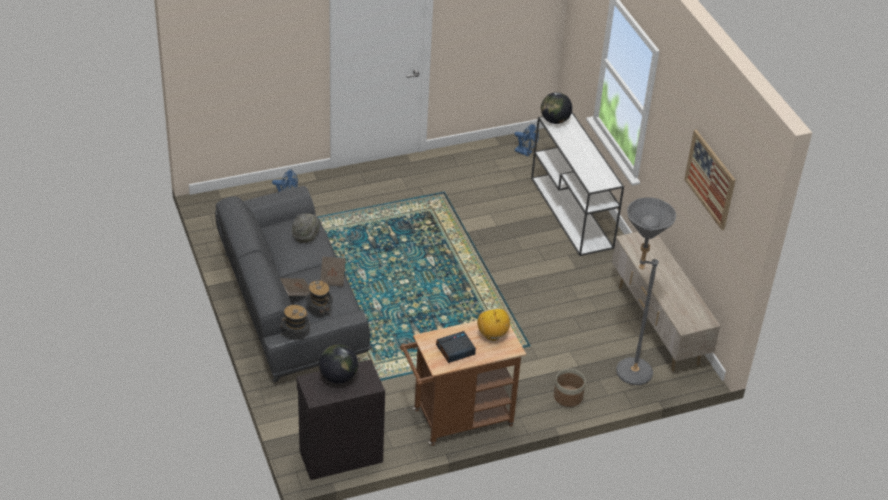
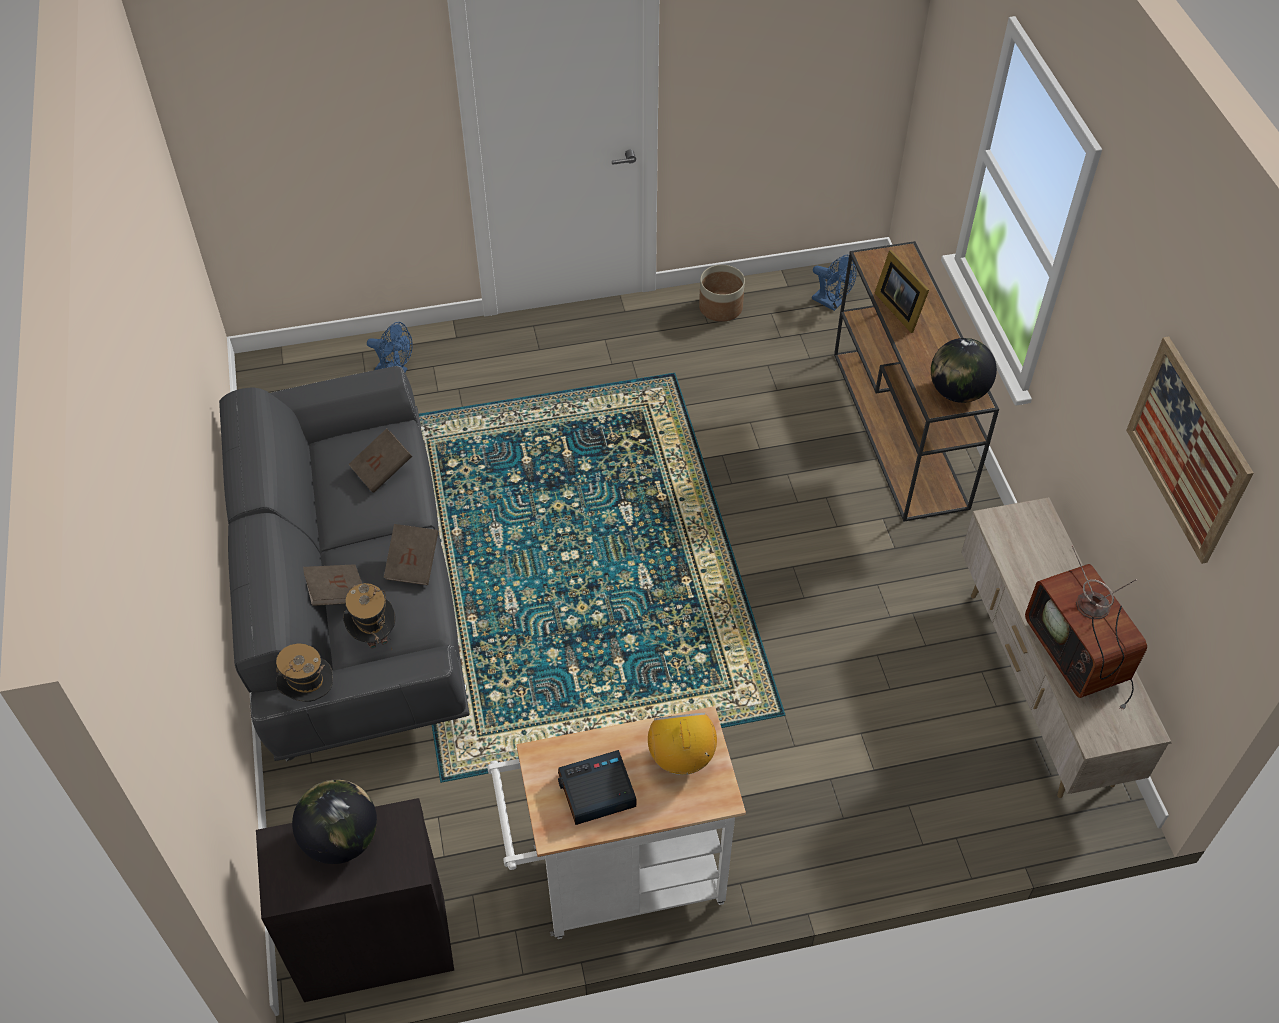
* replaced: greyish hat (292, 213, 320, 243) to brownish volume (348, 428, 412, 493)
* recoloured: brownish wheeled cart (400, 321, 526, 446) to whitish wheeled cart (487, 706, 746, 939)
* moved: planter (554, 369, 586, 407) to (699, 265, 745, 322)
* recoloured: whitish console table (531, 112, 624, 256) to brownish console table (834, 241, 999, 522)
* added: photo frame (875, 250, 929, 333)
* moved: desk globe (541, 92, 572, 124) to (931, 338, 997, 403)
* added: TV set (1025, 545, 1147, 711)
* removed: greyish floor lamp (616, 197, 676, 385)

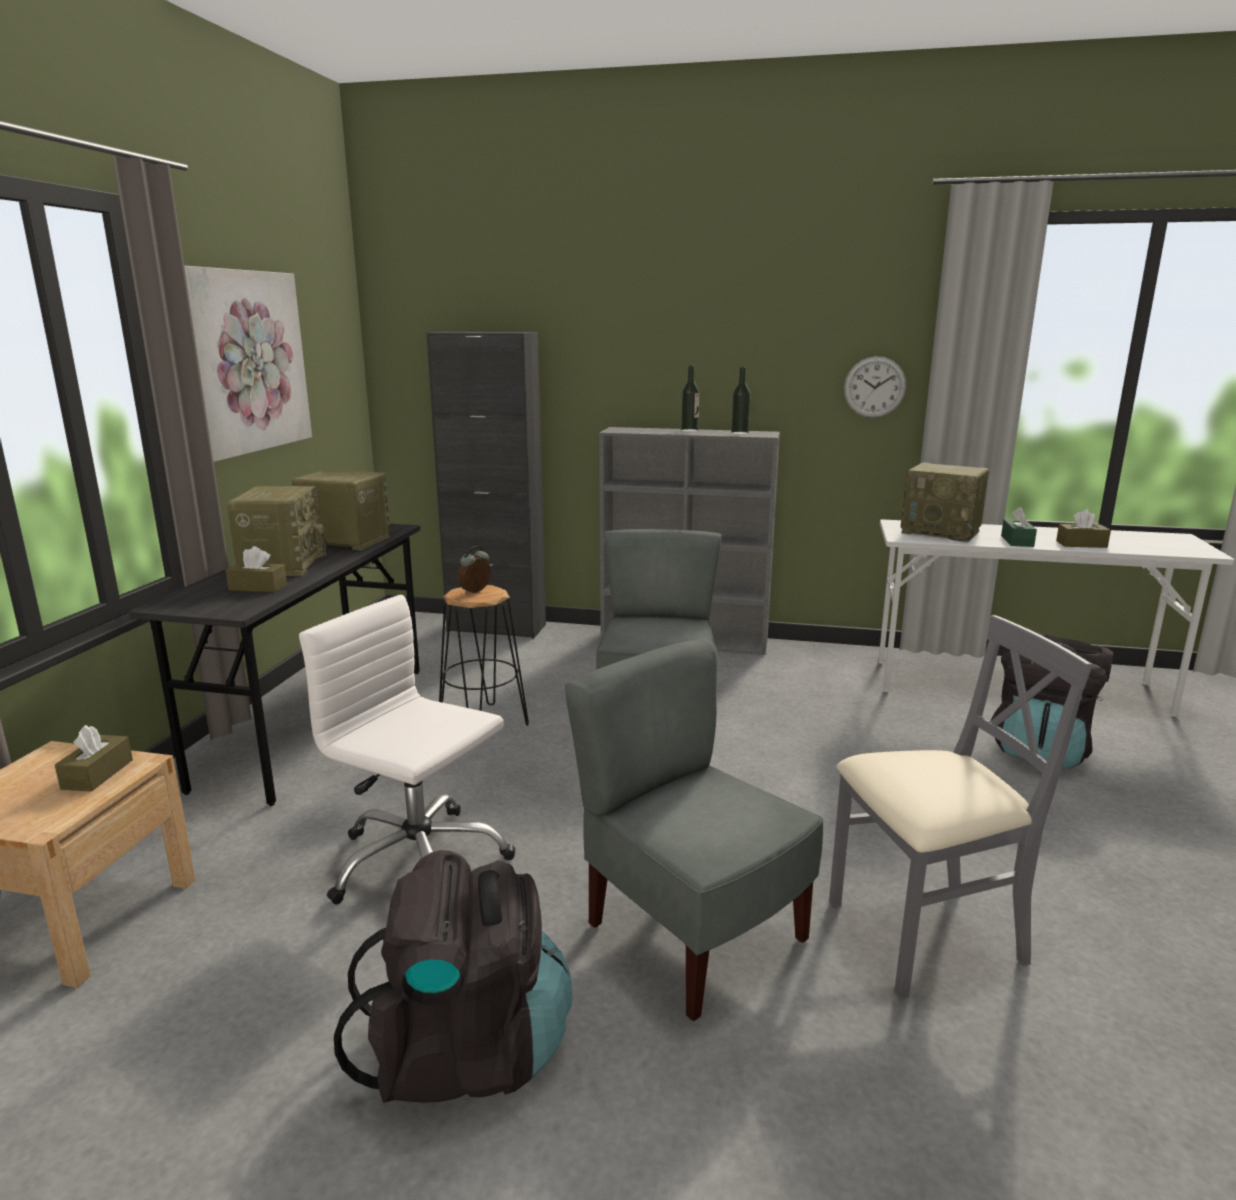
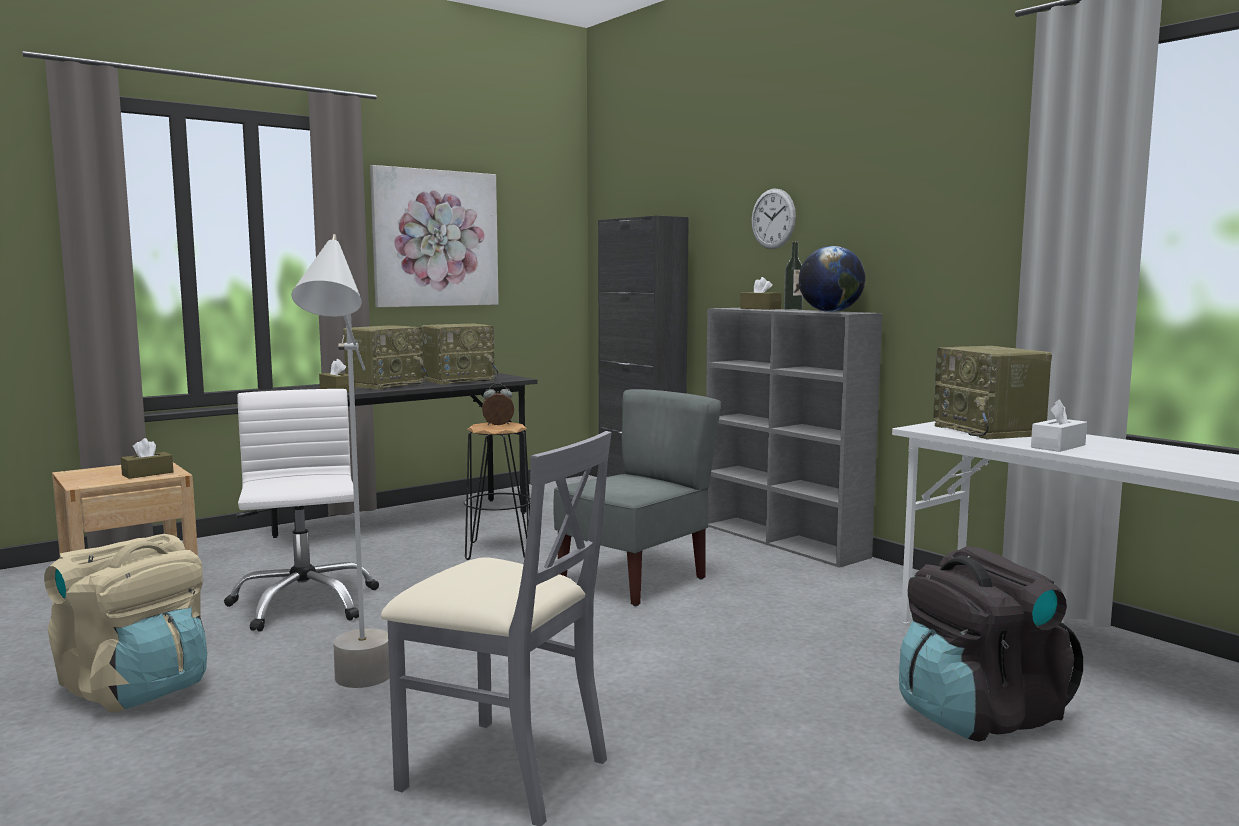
* recoloured: blackish backpack (334, 850, 572, 1103) to sand-coloured backpack (44, 534, 207, 713)
* replaced: greyish chair (565, 639, 823, 1021) to greyish floor lamp (292, 234, 390, 688)
* turned: radio set (292, 470, 390, 550) = (422, 324, 498, 385) 90 degrees clockwise
* moved: brownish box of tissues (1056, 509, 1111, 548) to (740, 277, 781, 310)
* moved: wall clock (844, 356, 906, 418) to (751, 189, 796, 249)
* replaced: beverage bottle (731, 367, 750, 435) to desk globe (799, 246, 865, 312)
* recoloured: green-coloured box of tissues (1001, 507, 1037, 547) to whitish box of tissues (1031, 399, 1087, 452)

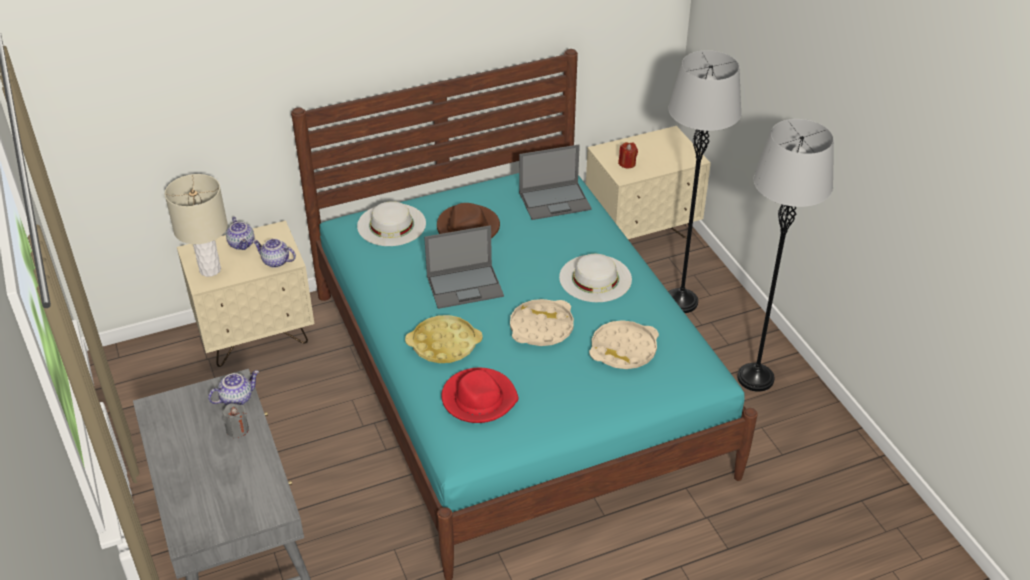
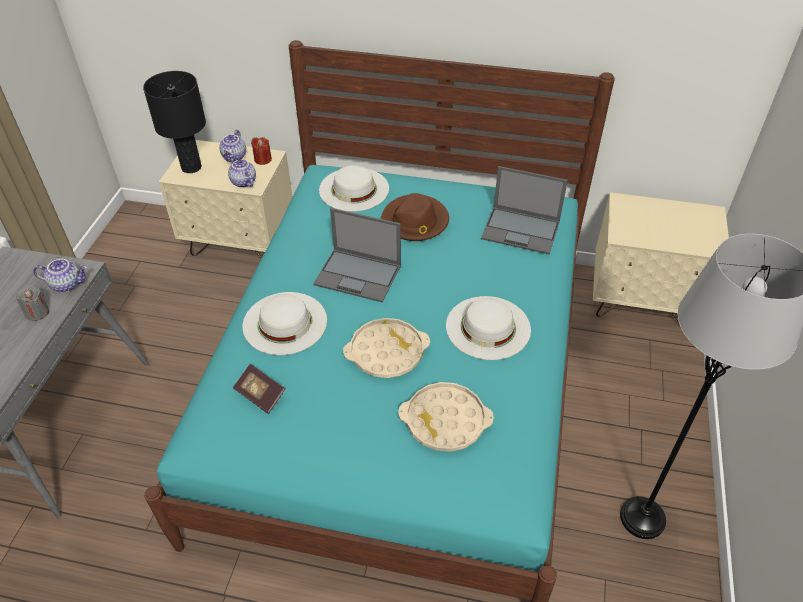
* recoloured: sand-coloured table lamp (165, 174, 228, 277) to blackish table lamp (143, 71, 206, 173)
* replaced: red-coloured hat (441, 368, 519, 423) to volume (233, 364, 285, 414)
* replaced: yellow tray (405, 315, 483, 363) to whitish hat (243, 292, 327, 355)
* moved: red-coloured wax candle (618, 142, 638, 168) to (251, 137, 272, 165)
* removed: greyish floor lamp (668, 50, 741, 313)

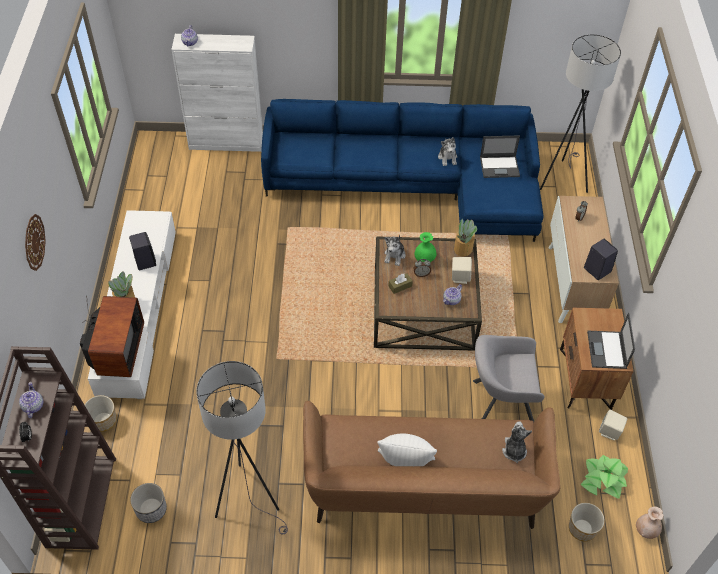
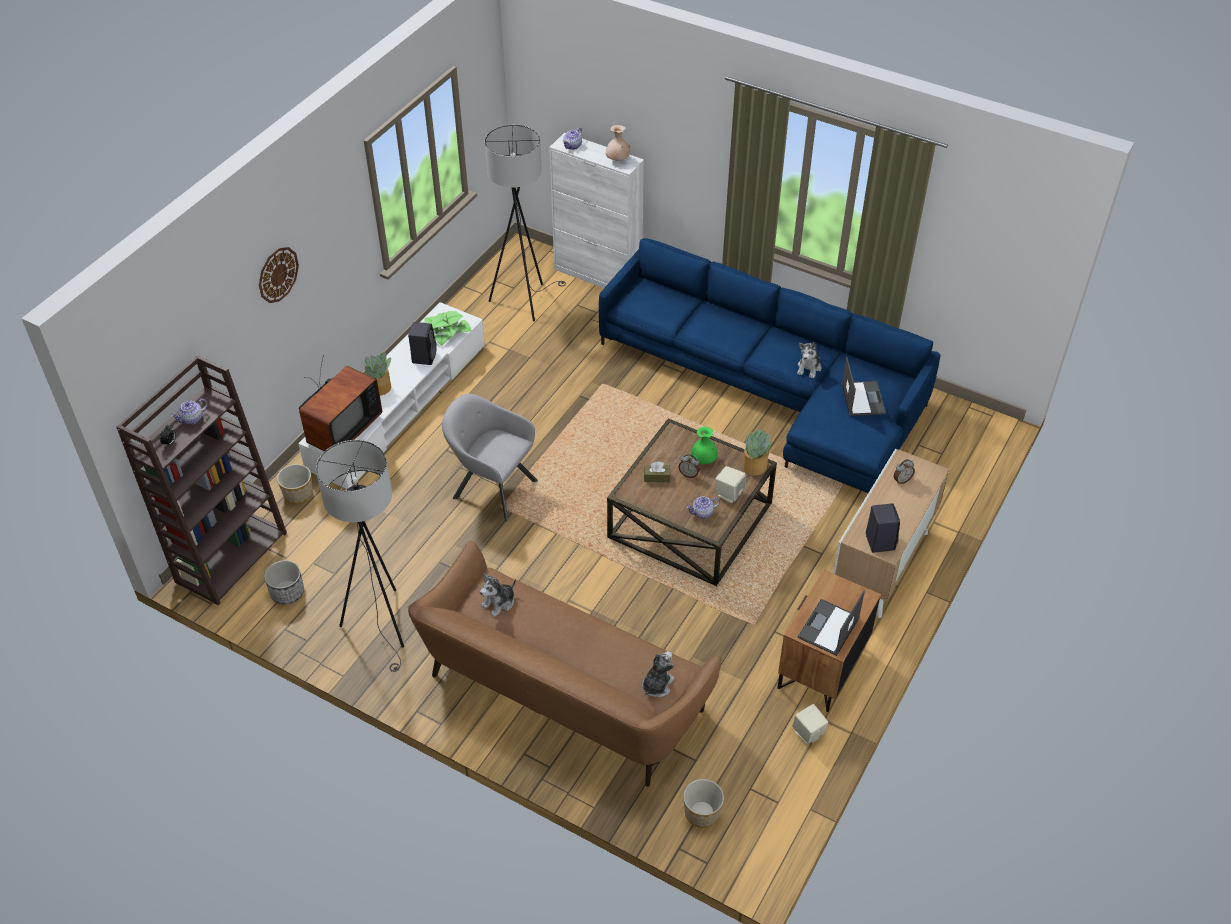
* turned: teapot (19, 382, 43, 418) = (171, 399, 208, 424) 150 degrees counterclockwise
* moved: houseplant (580, 455, 628, 499) to (423, 311, 472, 346)
* moved: greyish armchair (473, 335, 545, 422) to (442, 394, 538, 521)
* moved: cuddly toy (384, 235, 405, 266) to (480, 573, 516, 617)
* moved: greyish floor lamp (540, 34, 621, 193) to (485, 125, 566, 321)
* moved: sand-coloured flower vase (636, 506, 664, 539) to (605, 125, 630, 162)
* turned: portable computer (480, 135, 520, 178) = (841, 357, 886, 416) 120 degrees counterclockwise
* removed: whitish throw pillow (378, 434, 437, 466)

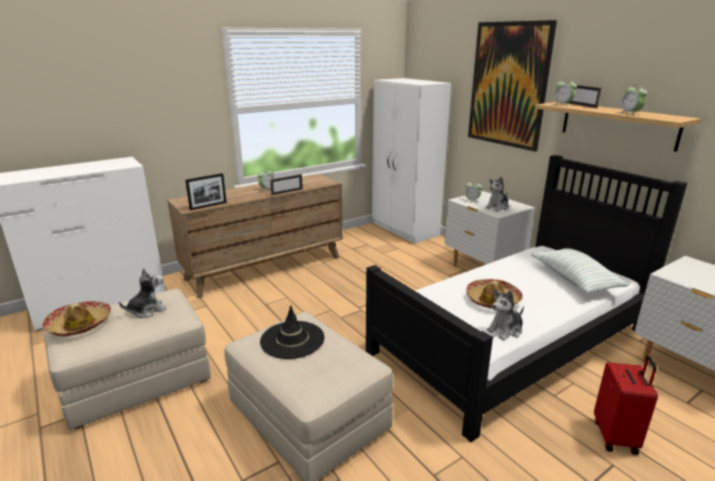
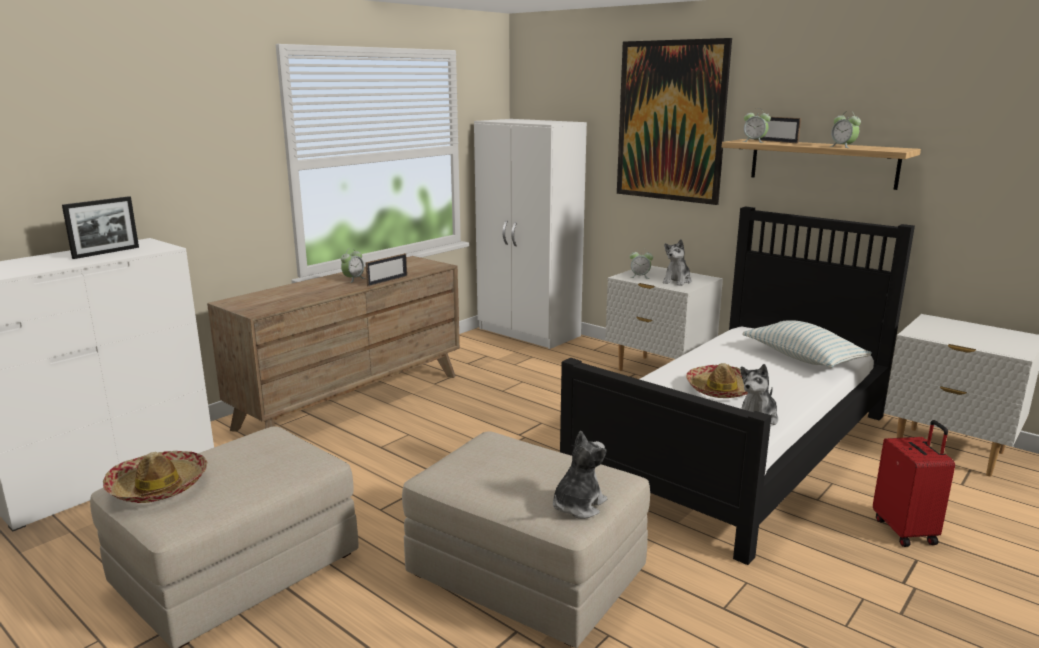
* moved: photo frame (185, 173, 227, 210) to (62, 196, 139, 259)
* moved: cuddly toy (119, 268, 166, 318) to (553, 431, 607, 519)
* removed: blackish hat (260, 305, 325, 359)

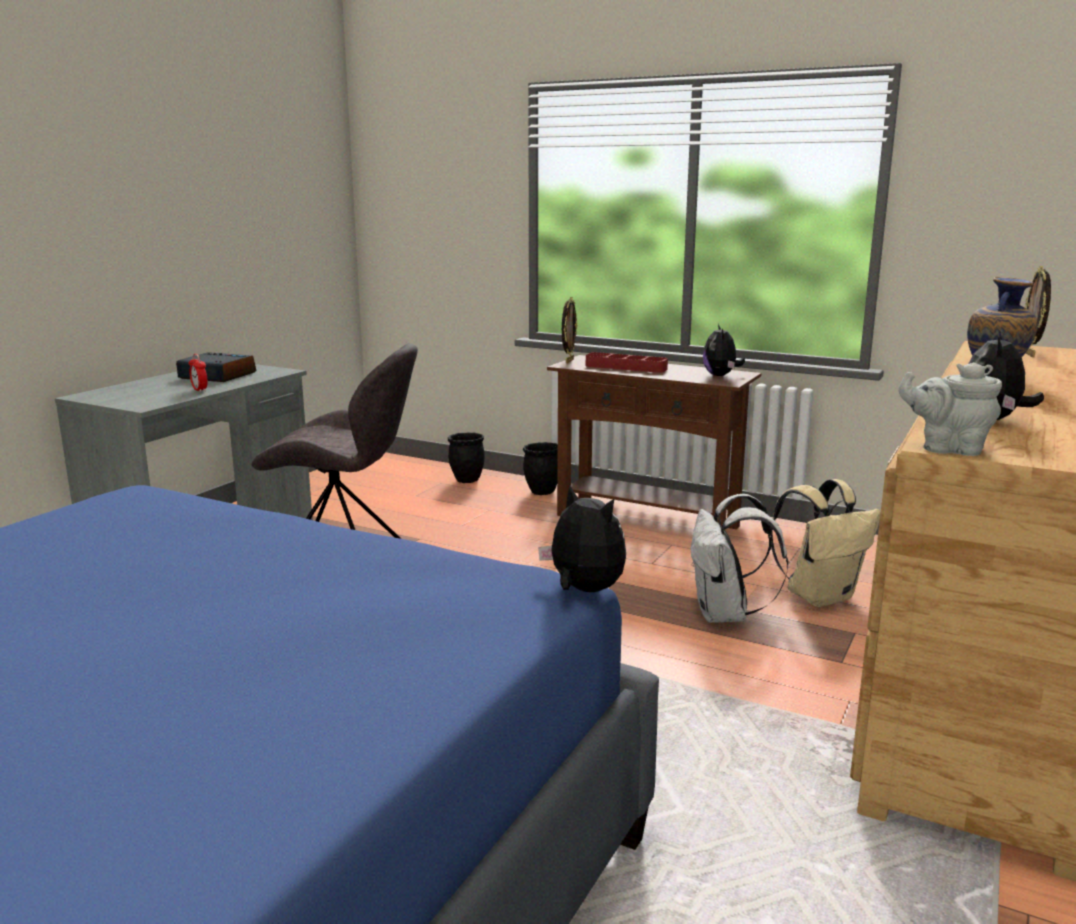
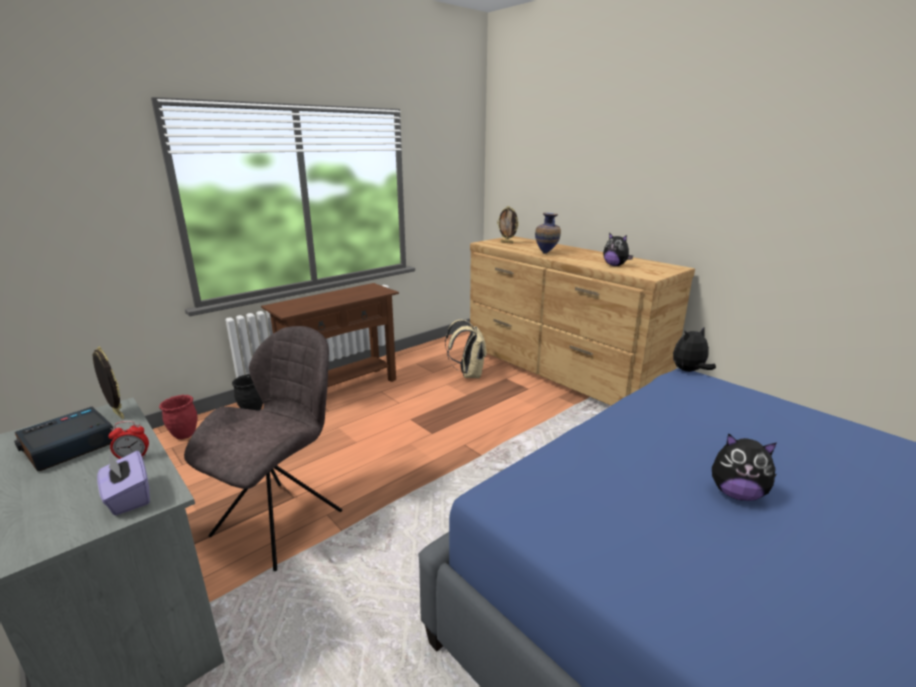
* moved: photo frame (562, 297, 577, 363) to (93, 346, 124, 419)
* added: purplish box of tissues (97, 451, 150, 515)
* recoloured: blackish planter (448, 432, 485, 483) to red-coloured planter (159, 395, 198, 439)
* moved: cuddly toy (703, 324, 745, 376) to (712, 433, 776, 501)
* removed: red-coloured tray (586, 352, 668, 373)
* removed: whitish backpack (690, 494, 788, 623)
* removed: greyish teapot (899, 362, 1002, 456)

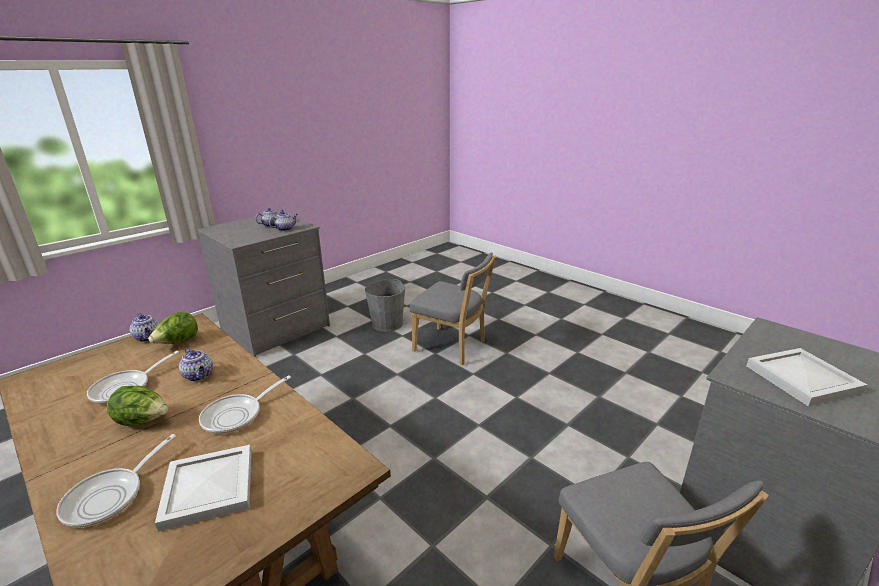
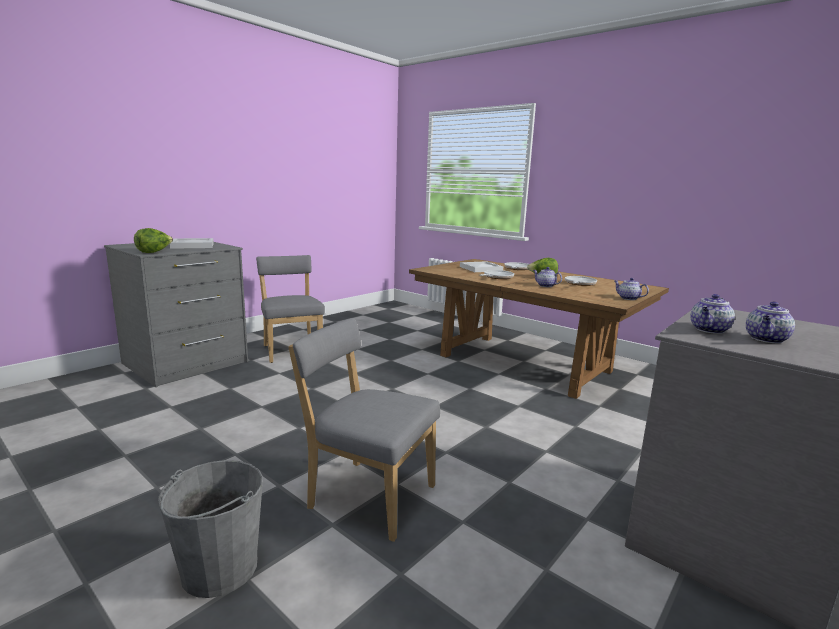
* moved: lettuce (148, 312, 198, 344) to (134, 228, 173, 253)
* moved: greyish bucket (365, 279, 405, 332) to (158, 460, 263, 598)

